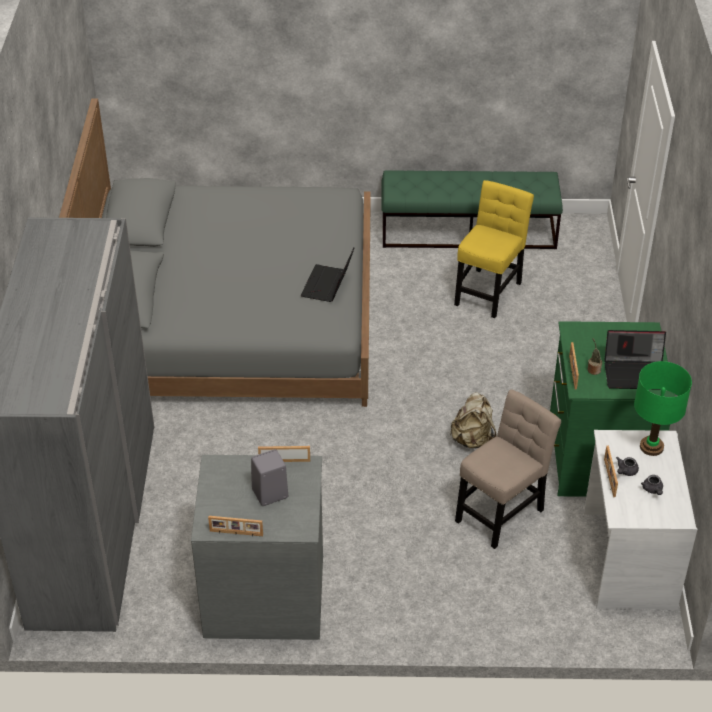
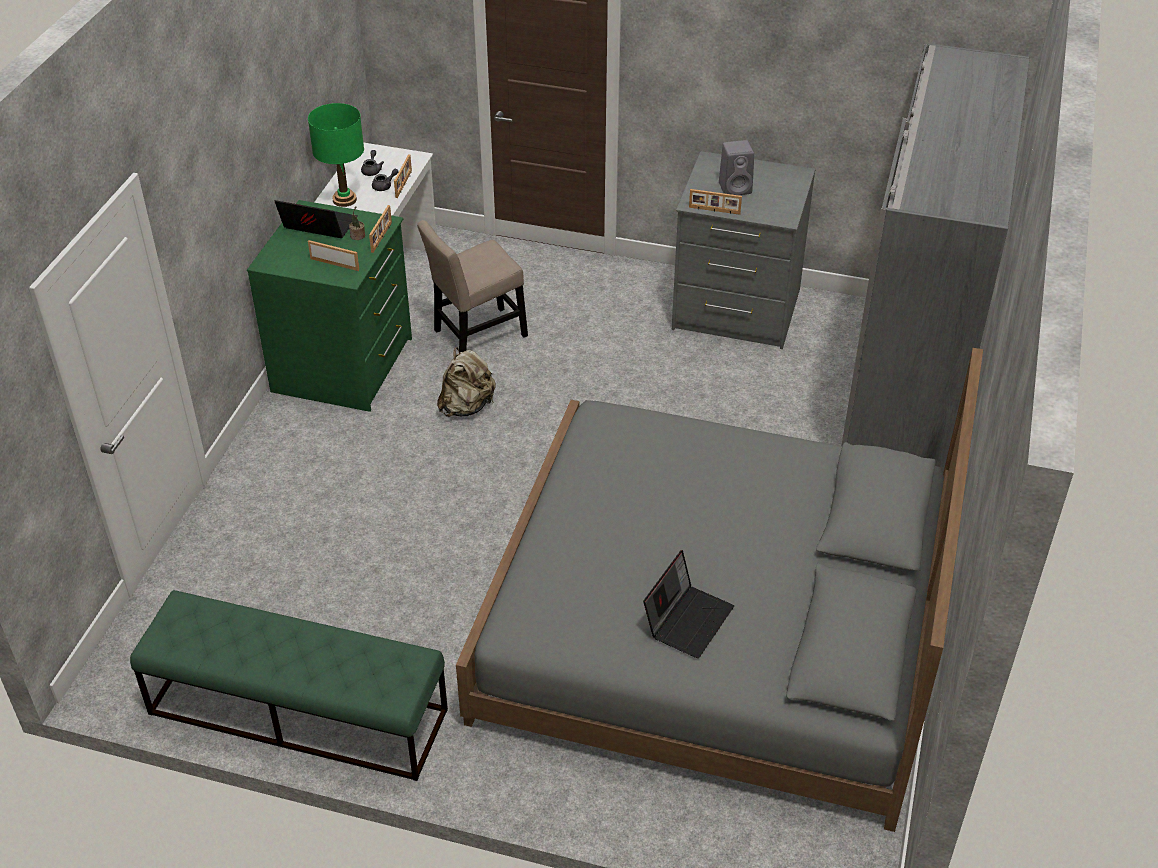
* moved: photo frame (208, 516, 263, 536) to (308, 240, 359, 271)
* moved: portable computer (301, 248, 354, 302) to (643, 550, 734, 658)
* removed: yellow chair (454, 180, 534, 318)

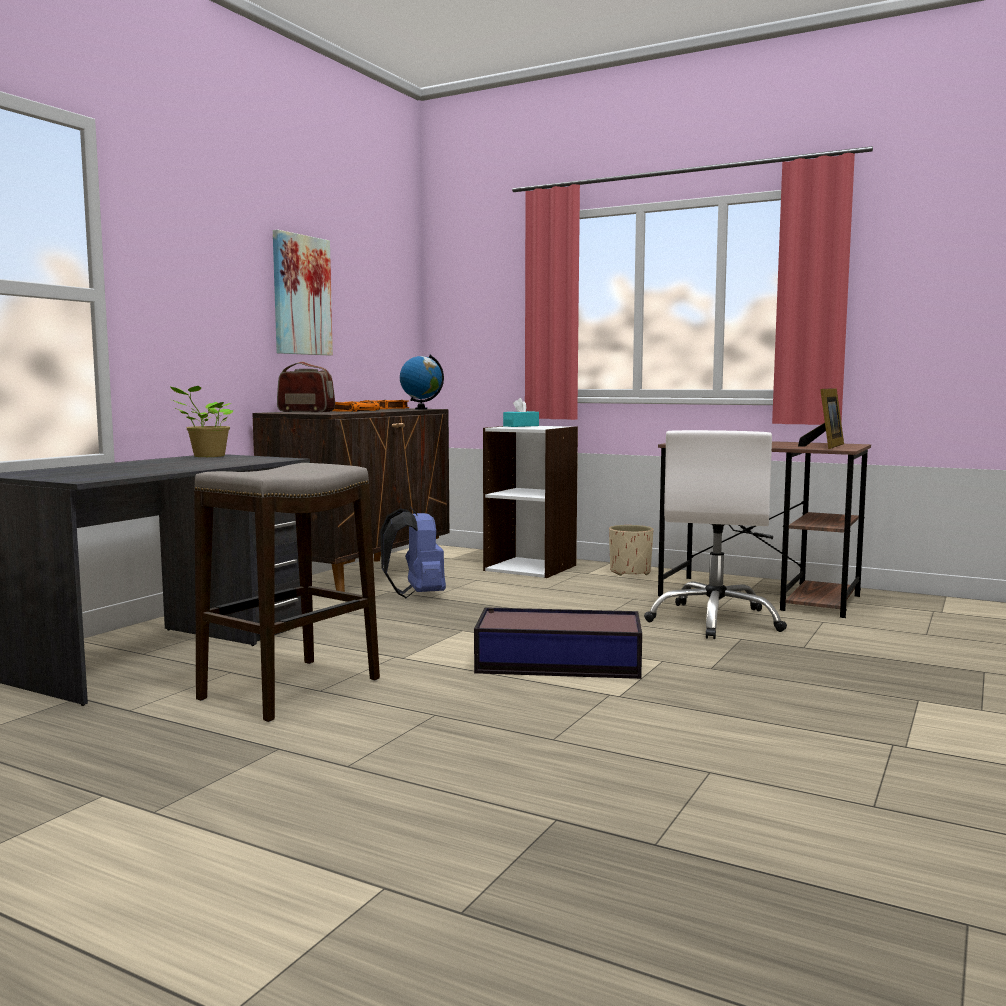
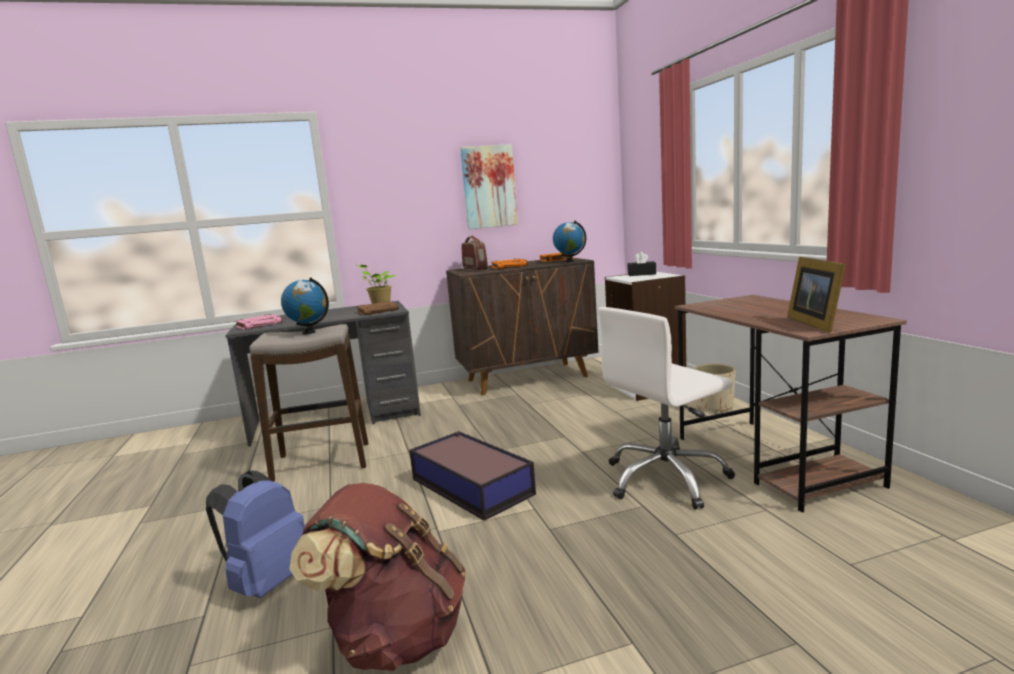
* moved: blue-coloured backpack (380, 506, 446, 598) to (206, 470, 305, 598)
* added: pink-coloured volume (234, 314, 282, 330)
* added: desk globe (281, 277, 329, 334)
* added: brownish backpack (290, 483, 466, 671)
* added: brownish volume (356, 301, 399, 315)
* recoloured: turquoise-coloured box of tissues (503, 398, 539, 427) to blackish box of tissues (627, 252, 656, 276)
* turned: photo frame (798, 388, 844, 449) = (787, 257, 846, 333) 105 degrees clockwise

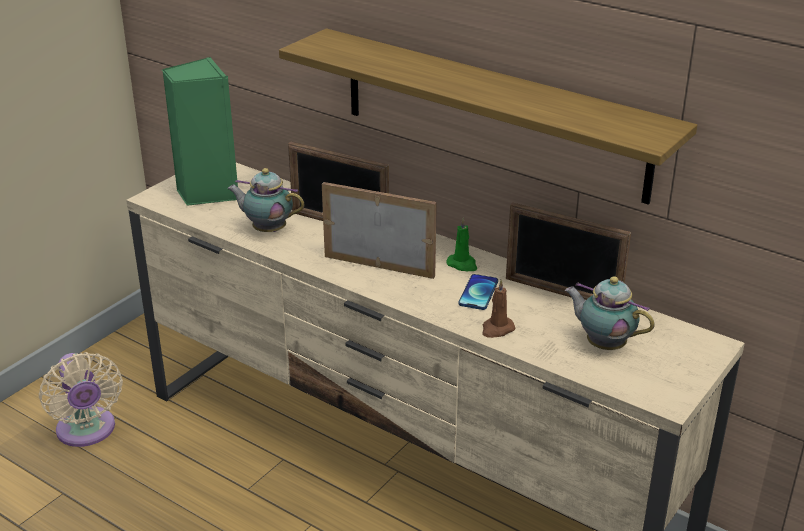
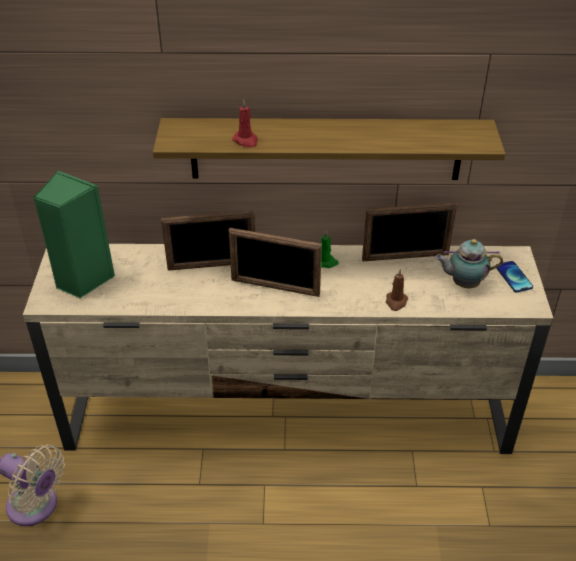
* turned: photo frame (322, 182, 437, 279) = (228, 228, 322, 297) 150 degrees counterclockwise
* added: red-coloured wax candle (232, 100, 258, 147)
* moved: telephone (458, 274, 498, 310) to (496, 261, 533, 292)
* removed: teapot (227, 168, 305, 232)

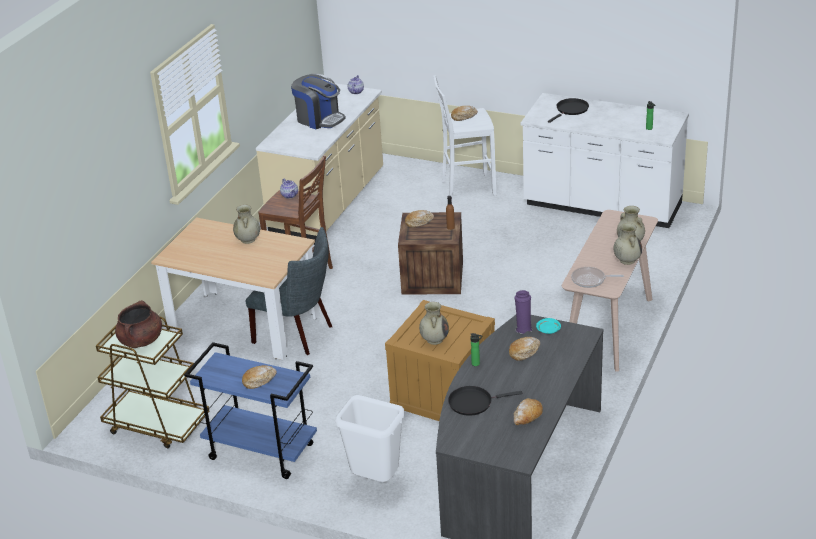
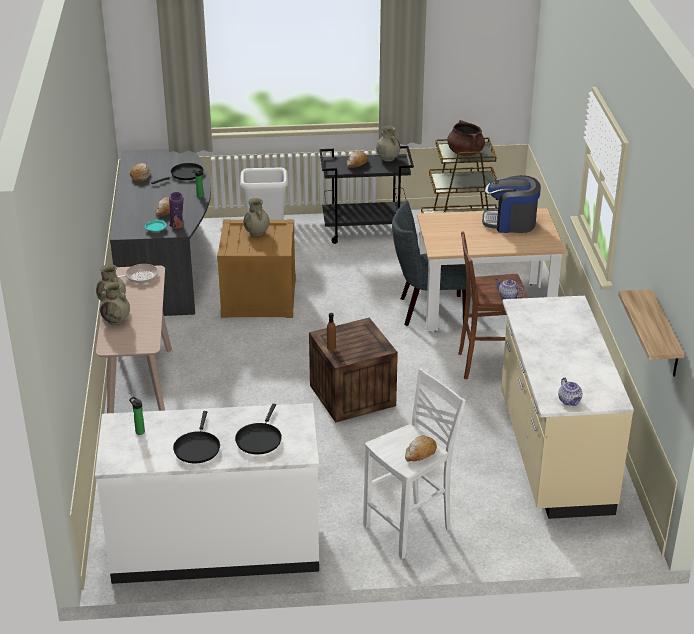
* added: blackish skillet (173, 411, 220, 463)
* recoloured: blue-coloured wheeled cart (184, 342, 317, 479) to blackish wheeled cart (319, 146, 414, 244)
* moved: sand-coloured flower vase (233, 204, 260, 244) to (376, 125, 400, 162)
* moved: coffee machine (291, 74, 346, 129) to (482, 175, 541, 233)
* added: bracket shelf (618, 289, 685, 377)
* removed: baked bread (405, 210, 434, 228)

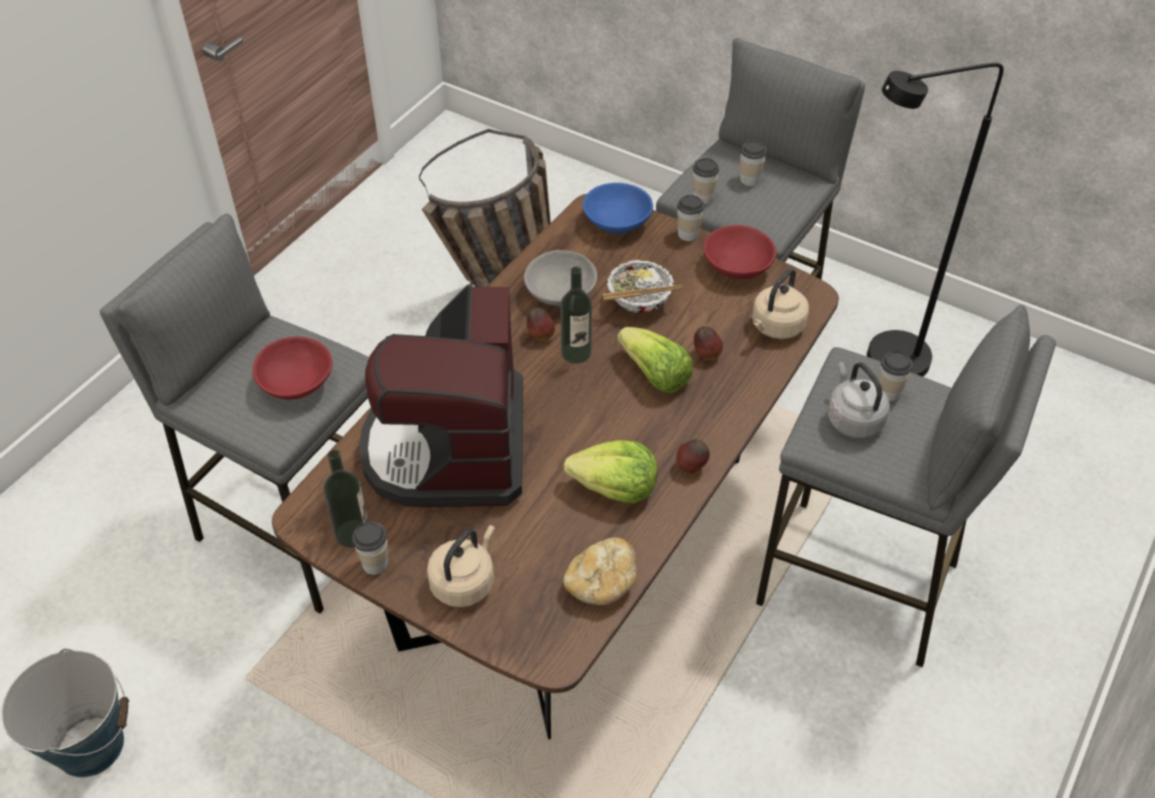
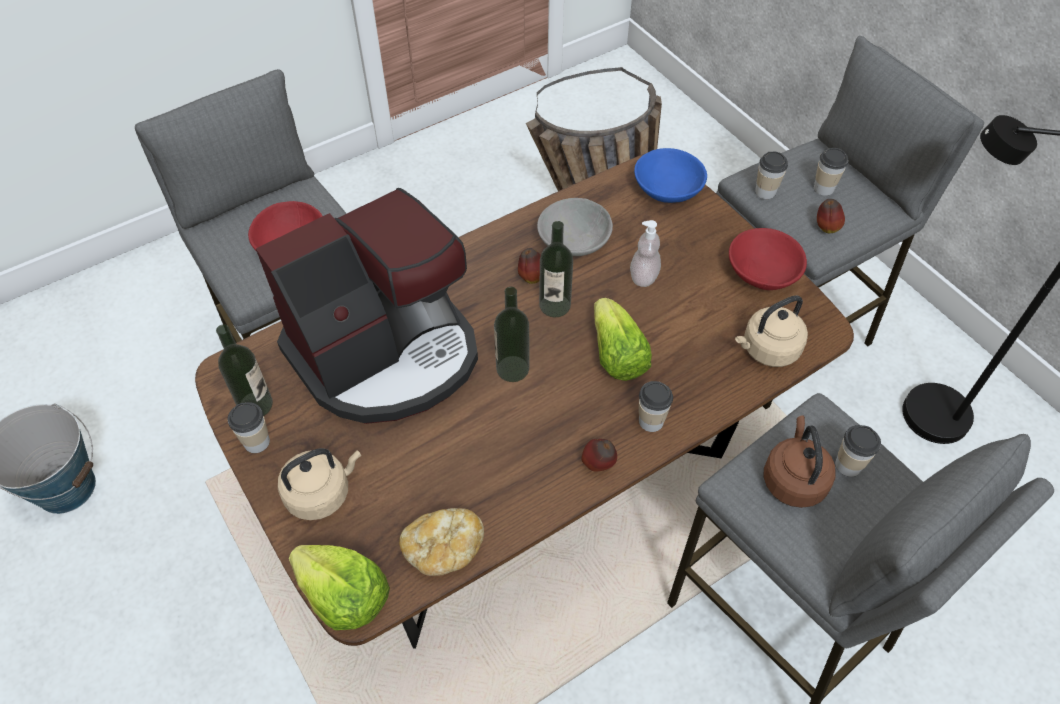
* turned: coffee machine (359, 284, 523, 507) = (256, 188, 478, 424) 150 degrees counterclockwise
* moved: lettuce (564, 440, 657, 504) to (289, 545, 390, 630)
* added: beverage bottle (494, 287, 529, 382)
* replaced: serving bowl (602, 260, 683, 313) to liquid soap bottle (630, 220, 661, 287)
* moved: cup (677, 195, 704, 241) to (639, 381, 673, 432)
* recoloured: greyish water kettle (827, 362, 890, 438) to brownish water kettle (764, 415, 836, 508)
* moved: apple fruit (694, 326, 723, 360) to (817, 199, 845, 233)

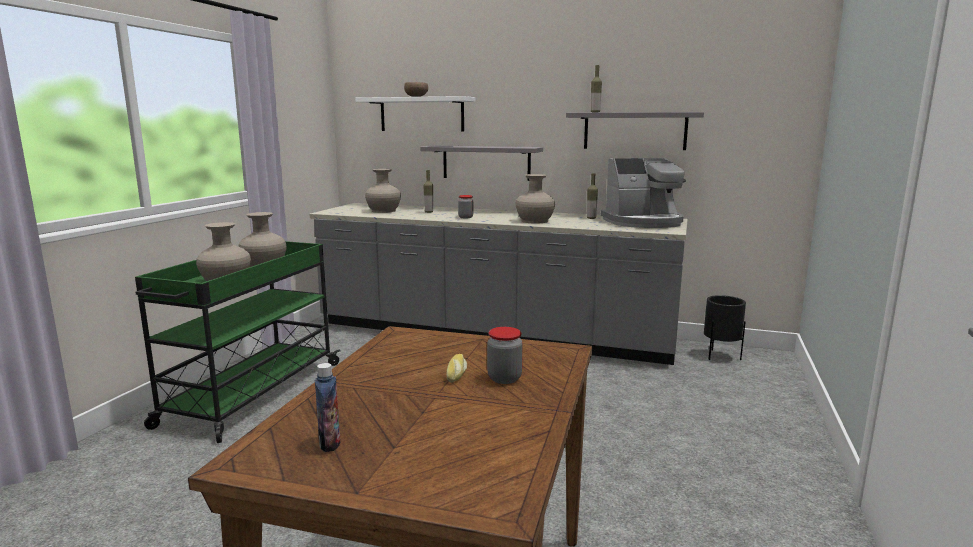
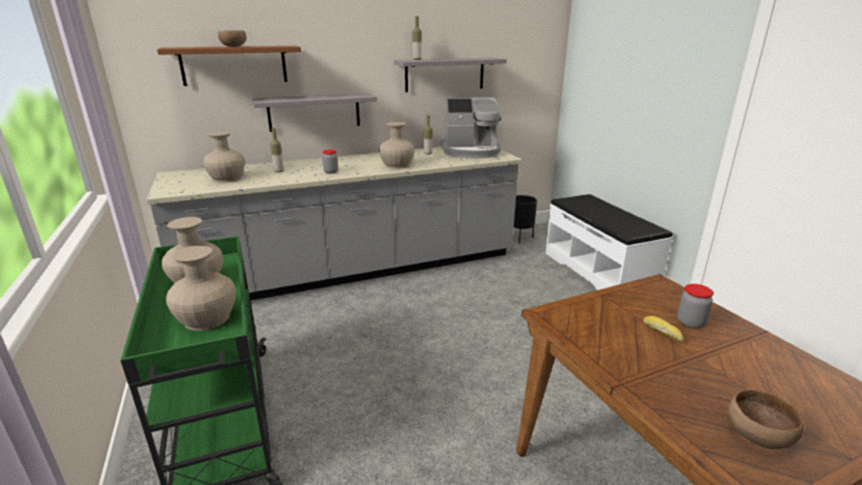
* recoloured: whitish bracket shelf (355, 96, 476, 131) to brownish bracket shelf (157, 46, 301, 86)
* turned: coffee machine (601, 158, 686, 228) = (441, 97, 501, 159) 45 degrees clockwise
* added: whitish long seat (546, 194, 673, 290)
* replaced: beverage bottle (315, 363, 340, 452) to brownish serving bowl (728, 389, 804, 449)

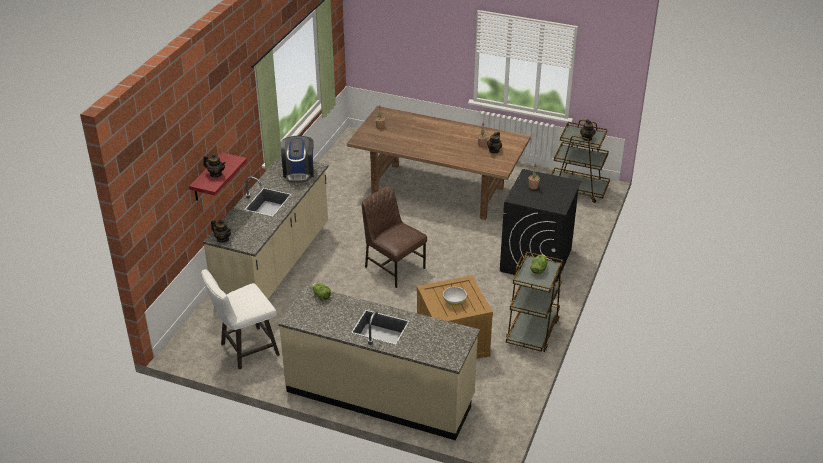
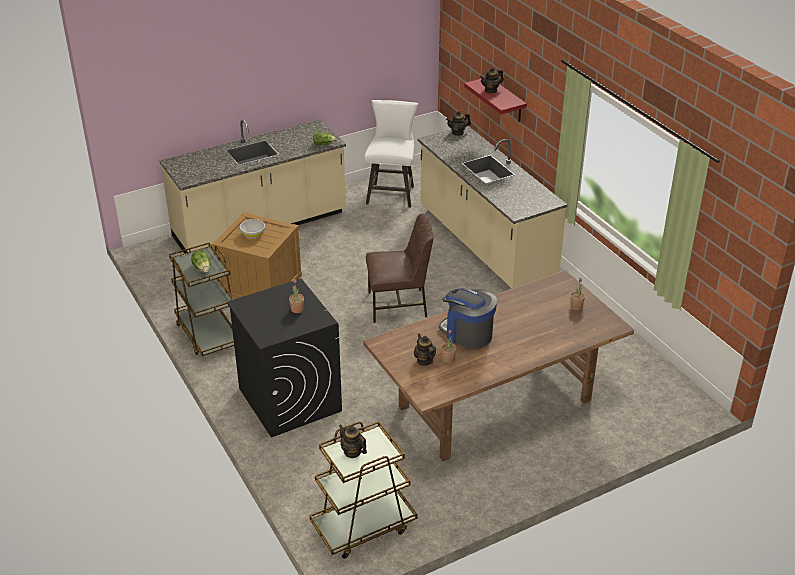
* moved: coffee machine (281, 136, 314, 183) to (439, 288, 497, 349)

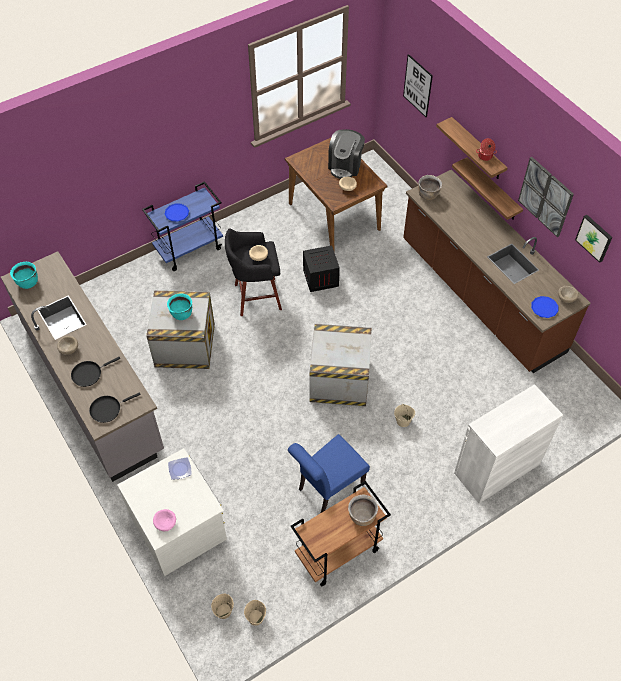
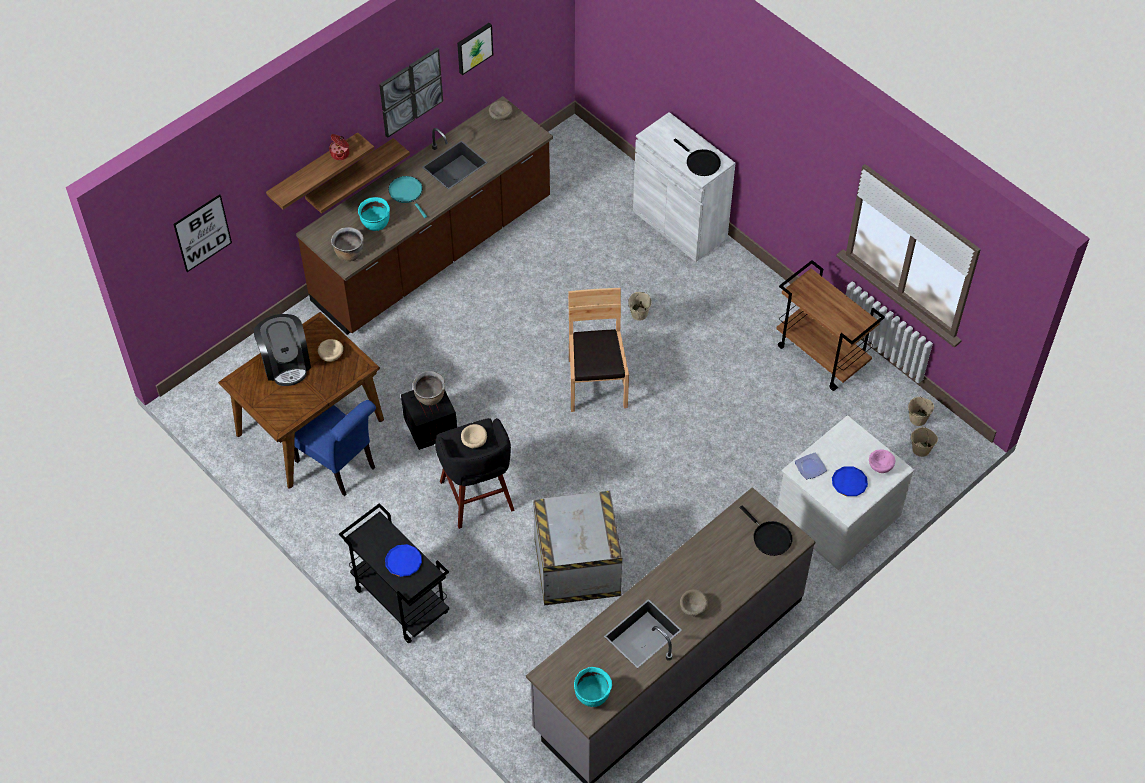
* turned: coffee machine (328, 129, 365, 179) = (254, 314, 311, 386) 60 degrees clockwise
* moved: blue-coloured chair (288, 434, 370, 513) to (294, 400, 376, 496)
* recoloured: blue-coloured wheeled cart (142, 181, 223, 271) to blackish wheeled cart (339, 503, 449, 643)
* moved: turquoise-coloured saucepot (167, 293, 192, 320) to (358, 197, 390, 231)
* added: turquoise-coloured skillet (388, 176, 427, 218)
* moved: brownish saucepot (348, 495, 378, 526) to (413, 371, 446, 405)
* replaced: shipping crate (310, 324, 372, 406) to brownish chair (568, 288, 629, 412)
* moved: blackish skillet (71, 357, 120, 387) to (673, 138, 721, 176)
* moved: blue-coloured flat dish (531, 296, 558, 318) to (832, 466, 868, 496)

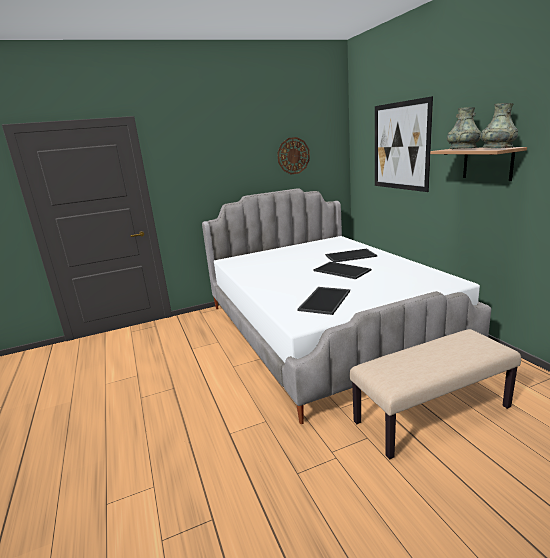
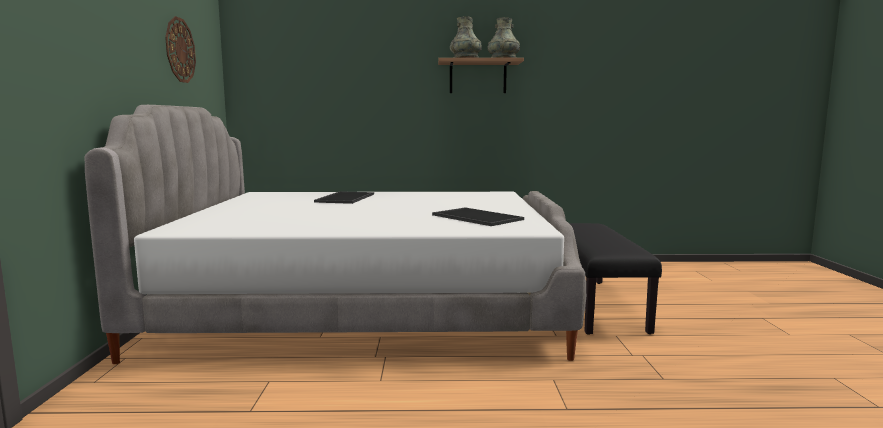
* recoloured: sand-coloured long seat (350, 329, 521, 460) to blackish long seat (569, 223, 662, 335)
* removed: tray (314, 262, 371, 279)
* removed: wall picture (375, 96, 433, 192)

